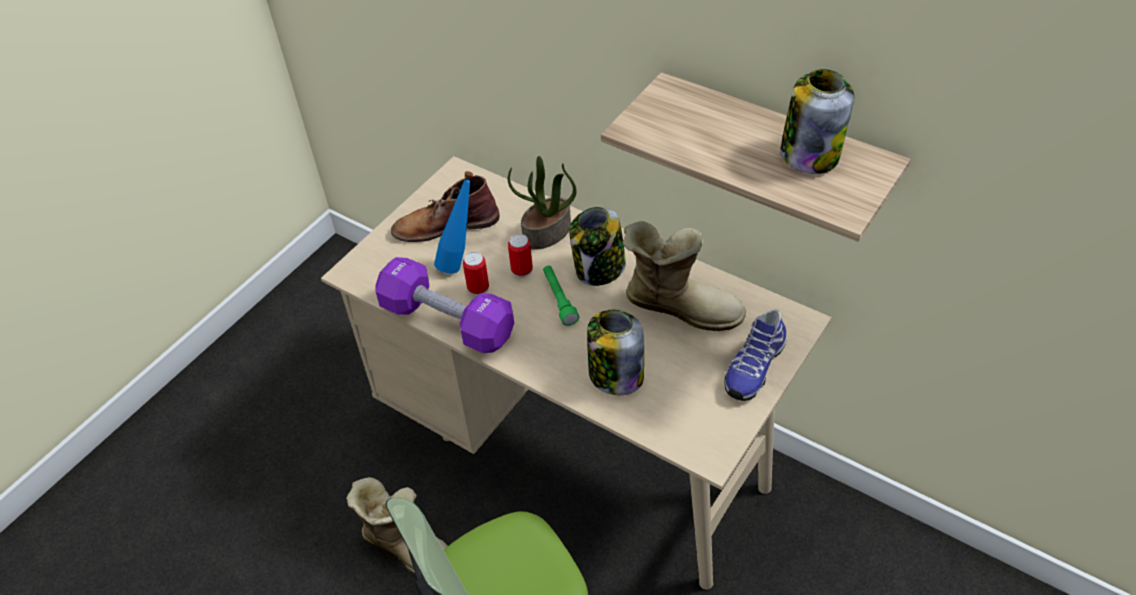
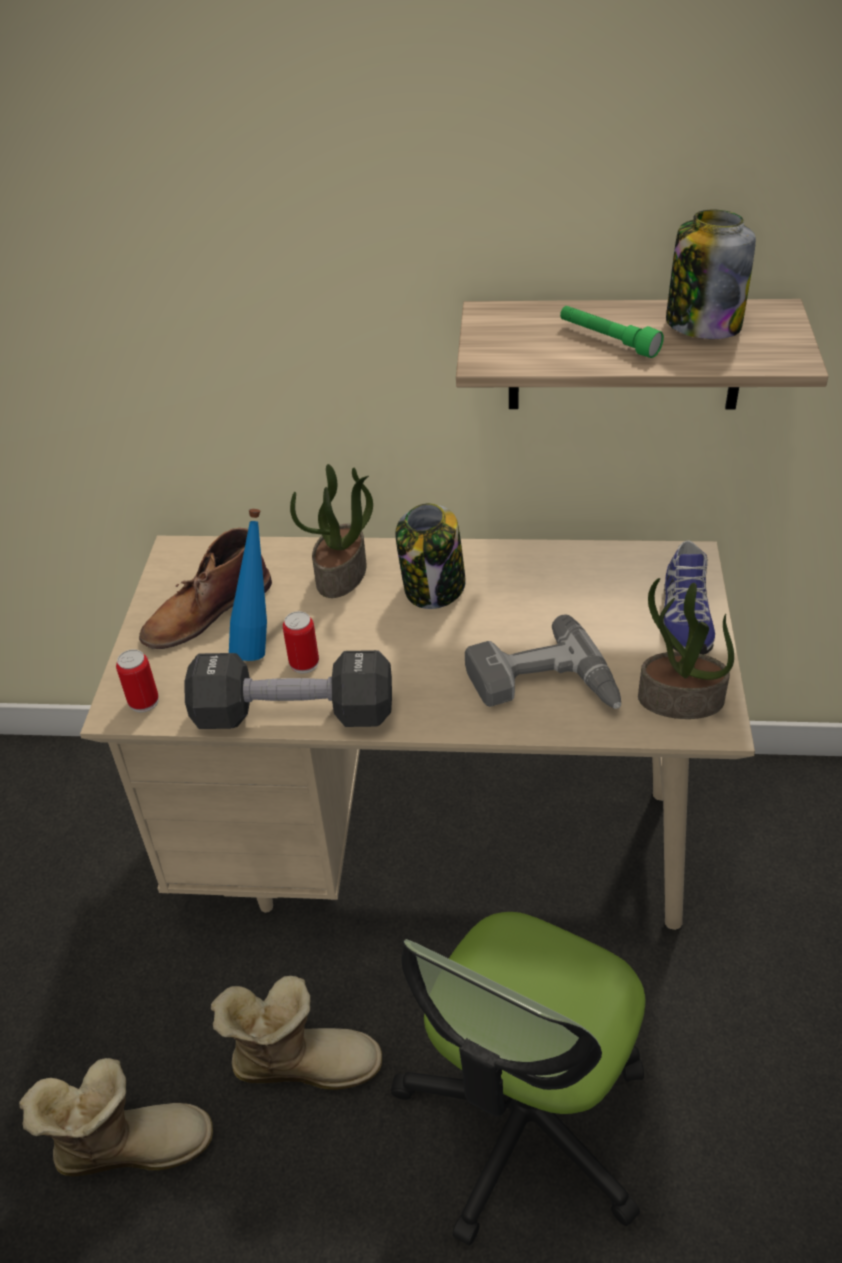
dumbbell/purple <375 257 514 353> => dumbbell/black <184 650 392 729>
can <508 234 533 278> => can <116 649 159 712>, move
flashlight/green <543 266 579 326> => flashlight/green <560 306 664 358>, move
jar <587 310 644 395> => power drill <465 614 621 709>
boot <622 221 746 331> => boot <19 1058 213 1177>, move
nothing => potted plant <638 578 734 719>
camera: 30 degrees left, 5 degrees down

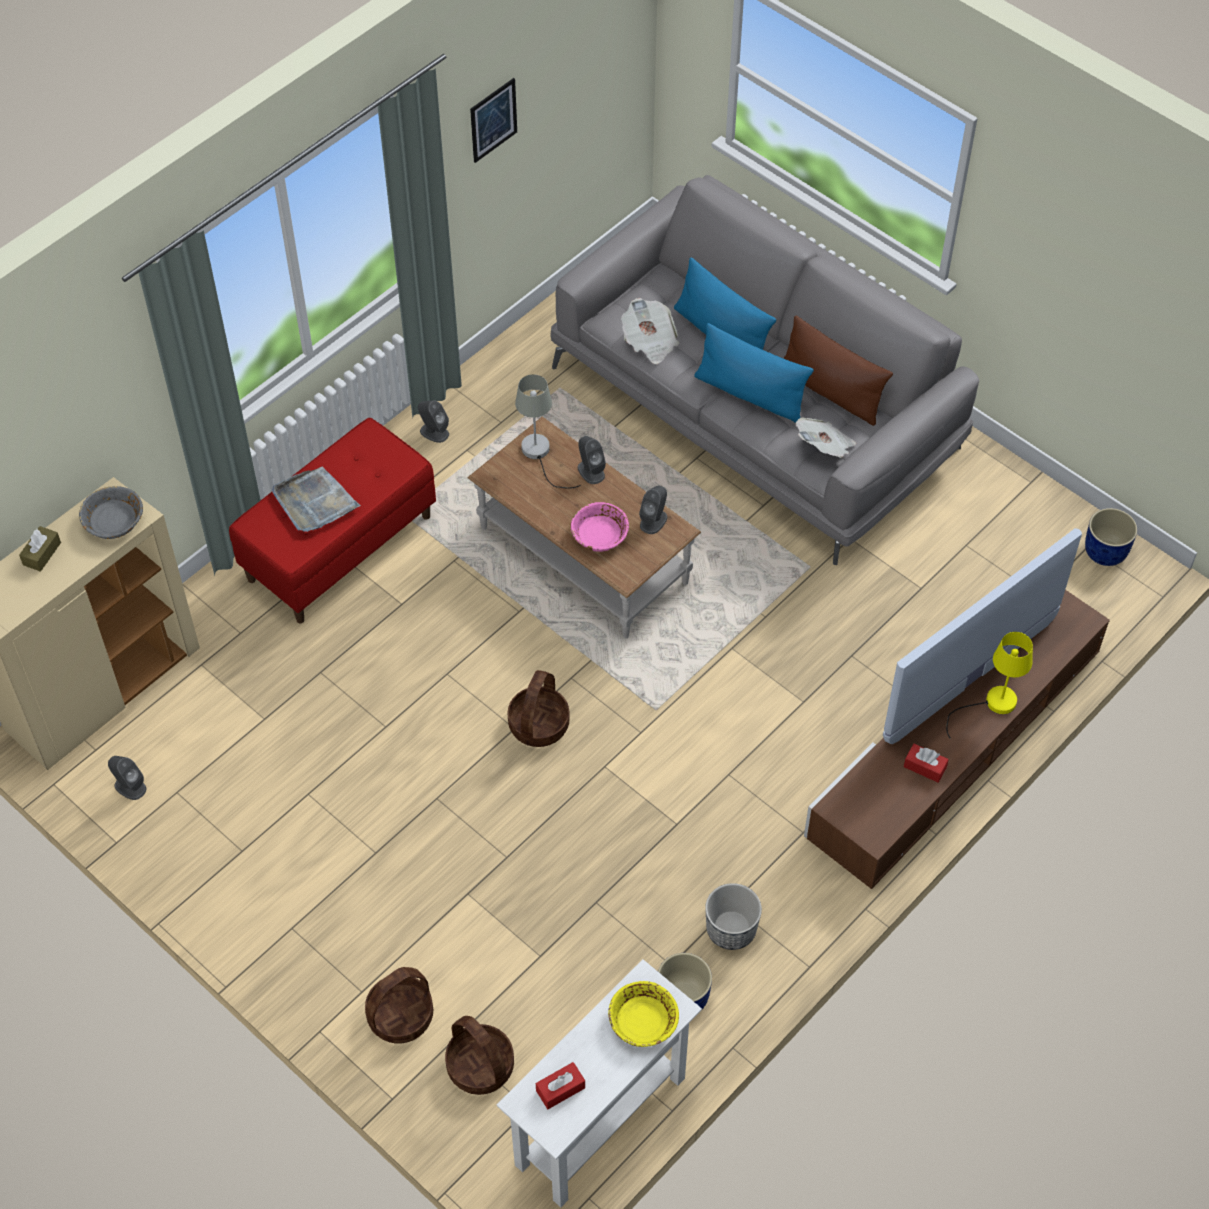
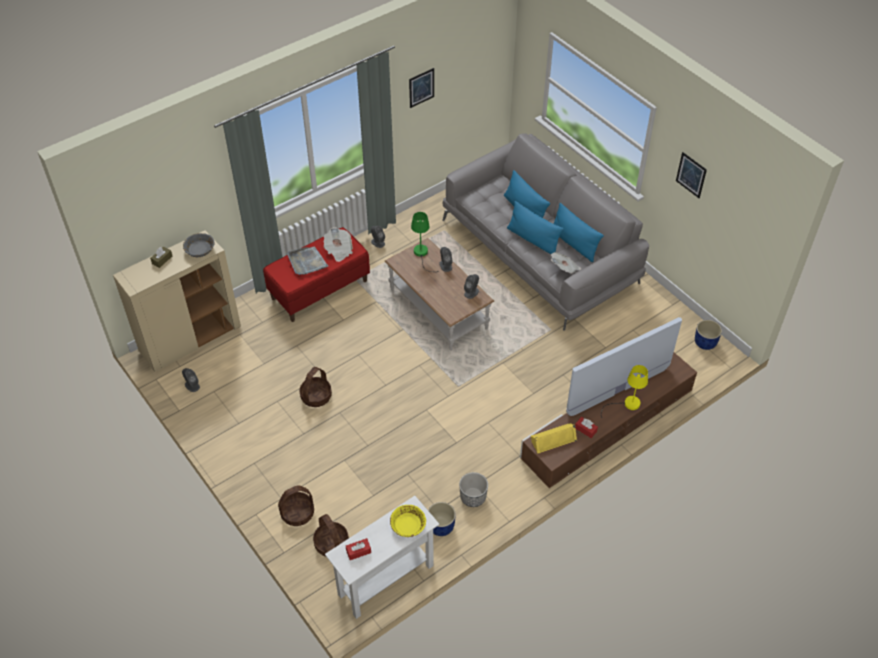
basket <508 670 570 747> => basket <299 367 332 407>, move
table lamp/grey <515 374 581 489> => table lamp/green <411 212 439 272>
bowl/pink <571 502 629 552> => nothing
newspaper <621 298 679 364> => newspaper <324 227 353 262>, move
pillow/brown <783 316 893 426> => pillow/blue <553 203 604 262>
nothing => speaker/yellow <531 423 577 453>
nothing => picture <676 152 707 198>
camera: 10 degrees right, 5 degrees down

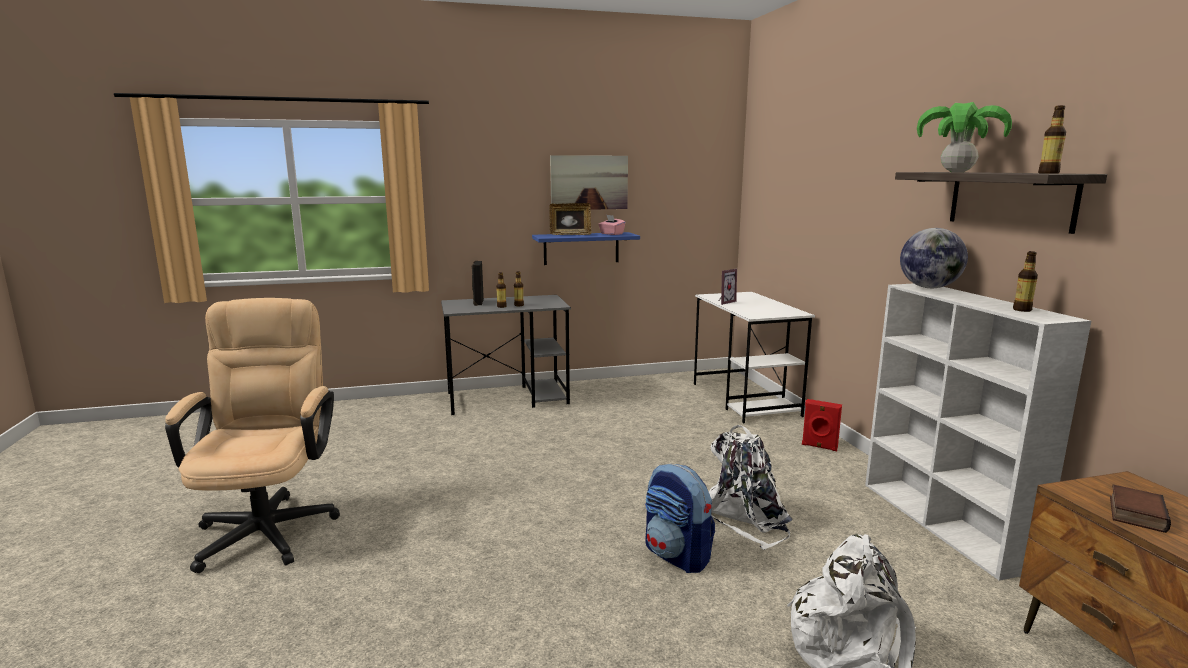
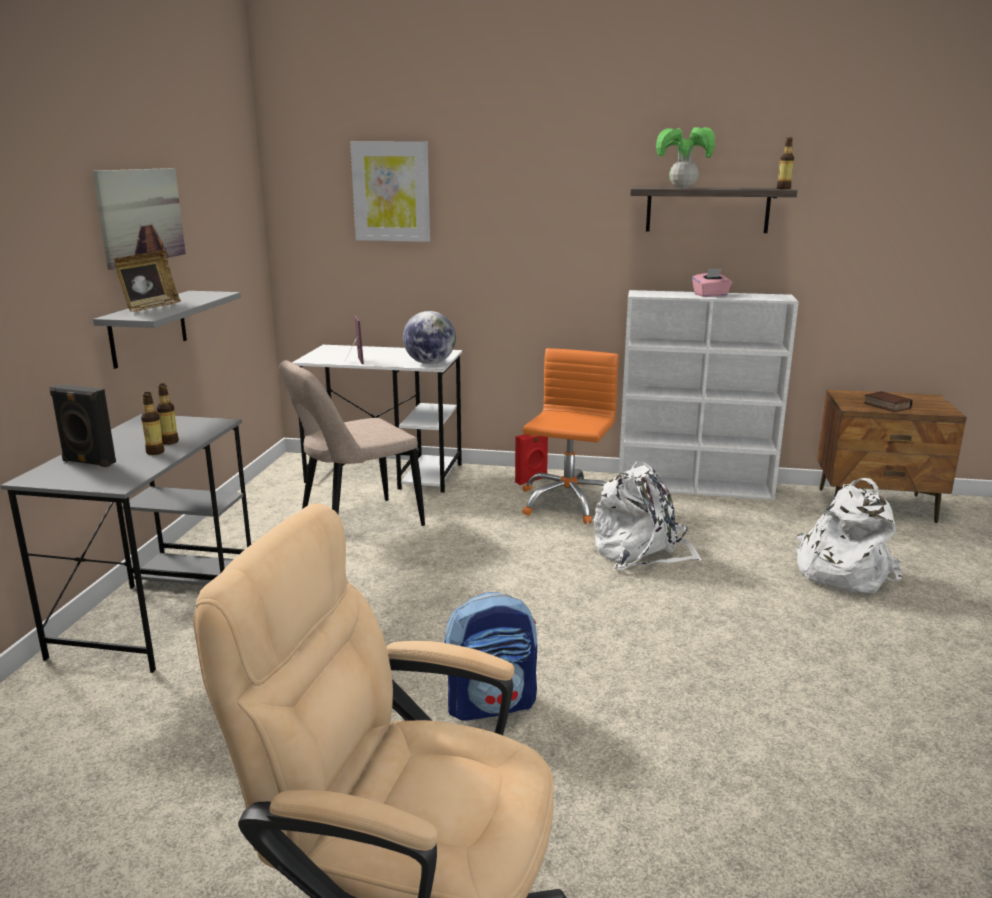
shelf/blue <532 232 640 265> => shelf/grey <93 291 241 369>
tissue box/pink <598 215 626 235> => tissue box/pink <692 268 732 297>, move
backpack <645 464 715 573> => backpack <444 592 537 721>, move
globe <900 228 968 288> => globe <403 311 456 364>, move
bottle <1013 251 1038 312> => nothing
nothing => chair/beige <279 360 425 526>
nothing => picture <350 141 430 242>
nothing => office chair/orange <522 348 619 524>
camera: 65 degrees left, 5 degrees up

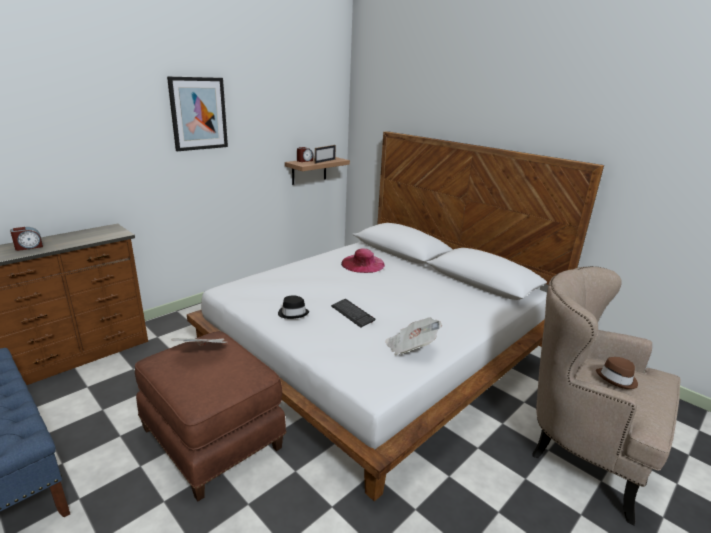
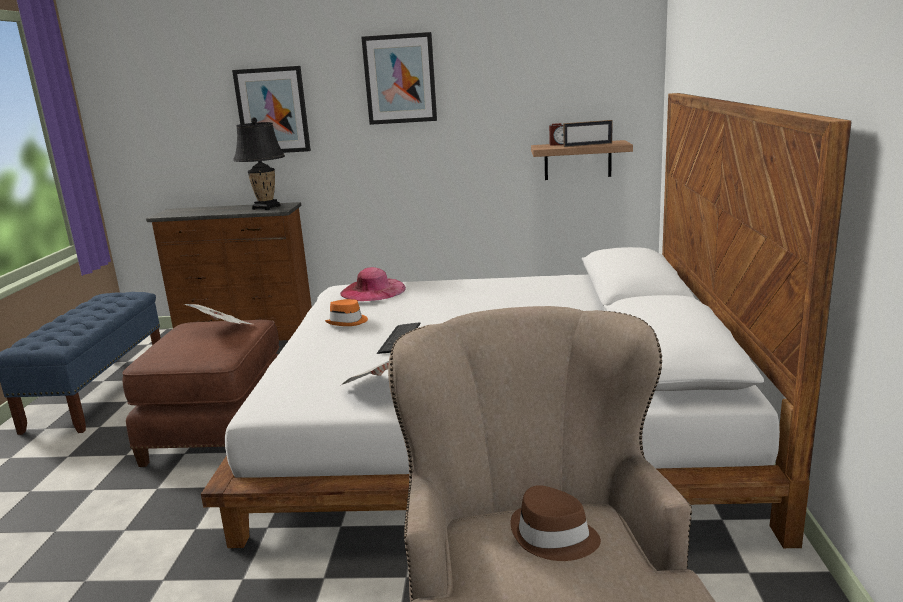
alarm clock <10 227 43 251> => nothing
hat/black <278 295 309 319> => hat/orange <325 299 368 326>
hat/pink <341 248 385 273> => hat/pink <340 267 406 301>, move
nothing => picture <232 66 311 153>
nothing => table lamp/black <233 117 285 210>
camera: 50 degrees right, 5 degrees down

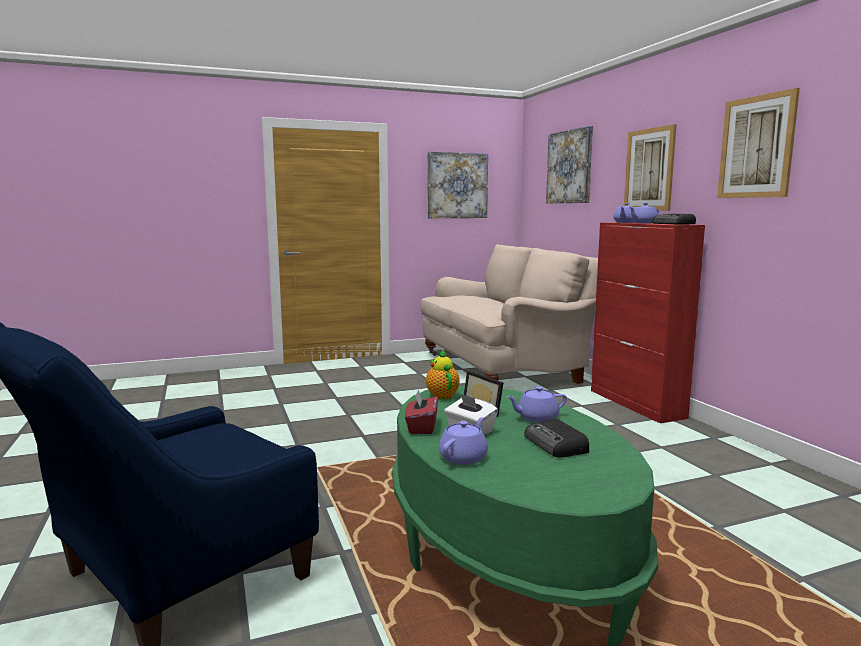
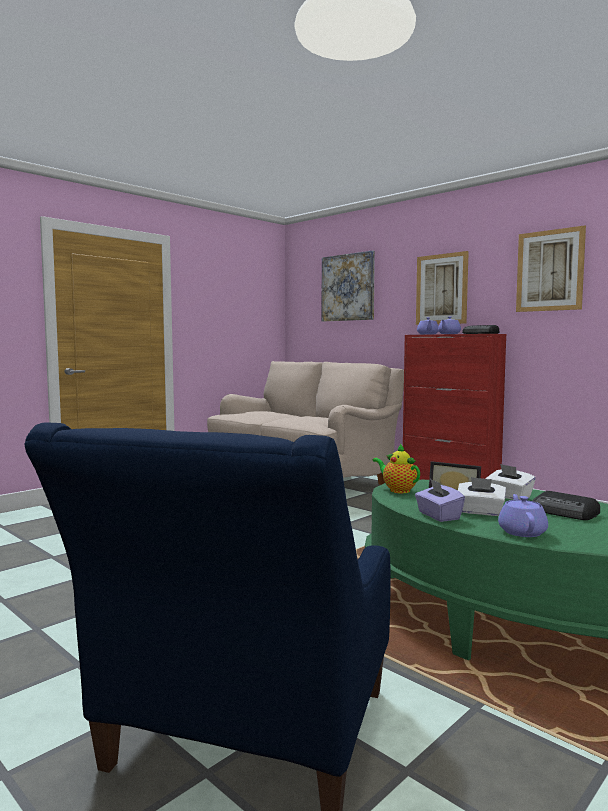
tissue box/red <405 389 438 434> => tissue box/purple <415 479 465 522>
picture <428 152 488 218> => nothing
teapot/purple <507 387 567 422> => tissue box/white <485 464 536 500>
camera: 25 degrees left, 5 degrees down

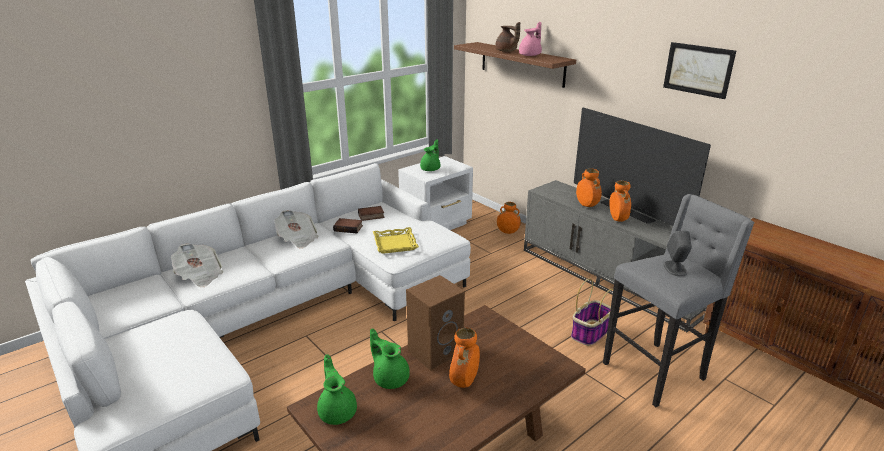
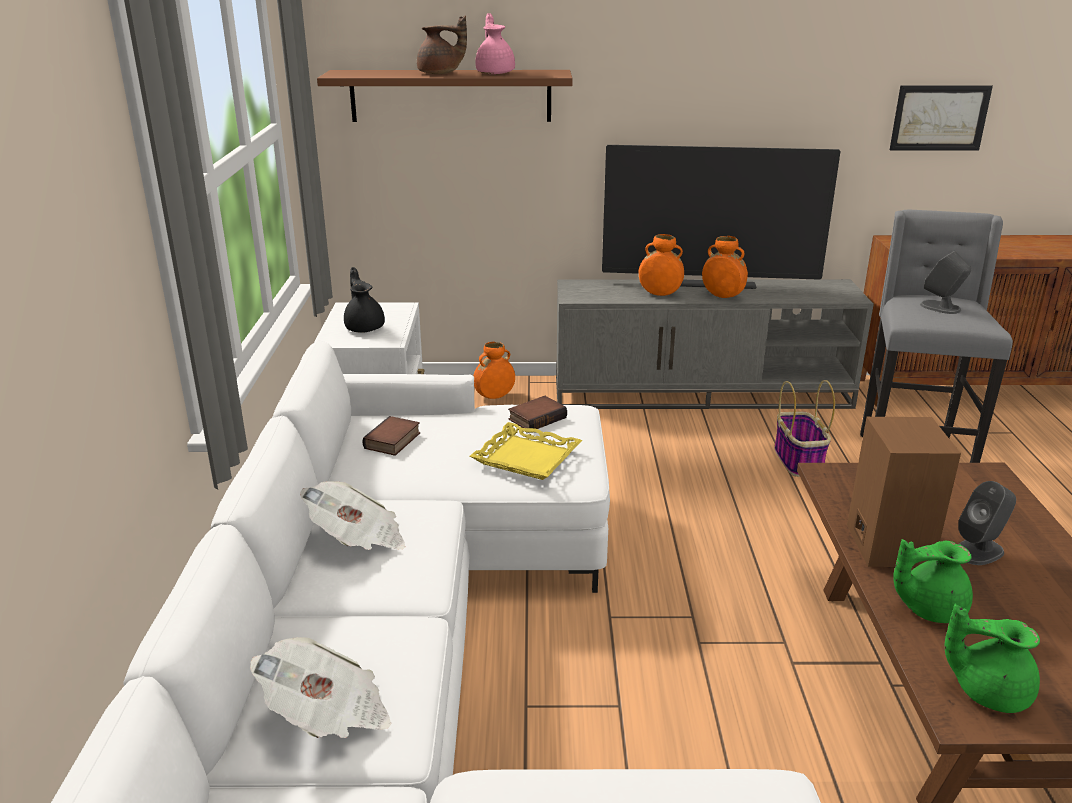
book <333 218 363 233> => book <508 396 567 429>, move
teapot/green <420 139 440 171> => teapot/black <344 267 385 332>
vase/orange <449 328 480 388> => speaker/grey <958 481 1016 565>
picture <663 42 736 99> => picture <890 85 993 151>, move
camera: 50 degrees left, 0 degrees up

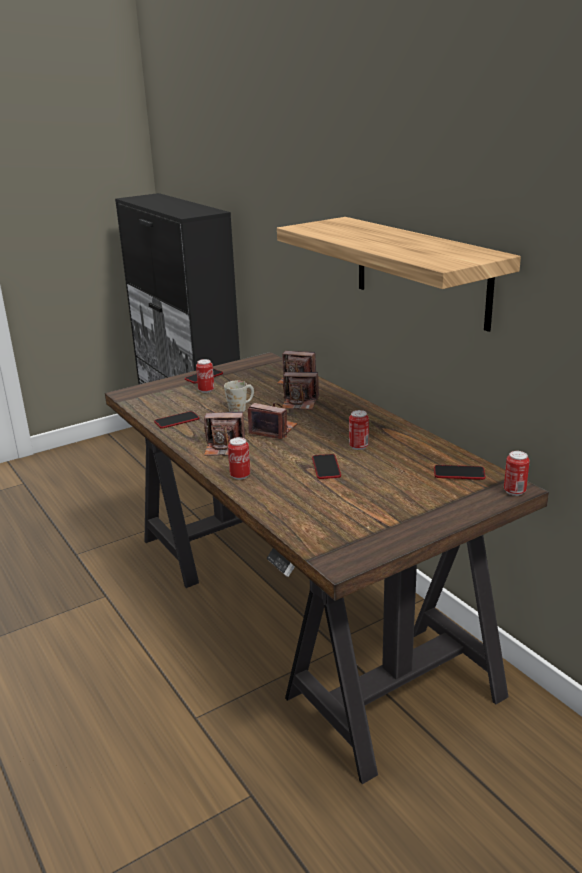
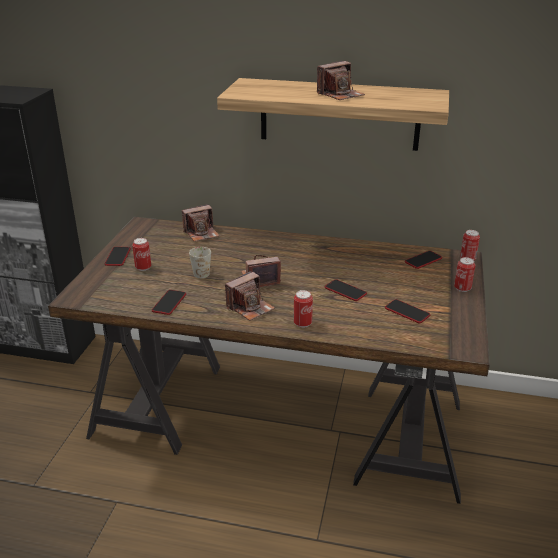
photo camera <281 372 319 410> => photo camera <317 61 365 100>, move
can <349 410 369 450> => can <454 257 475 292>, move
nothing => phone <385 299 430 323>
camera: 45 degrees left, 5 degrees up

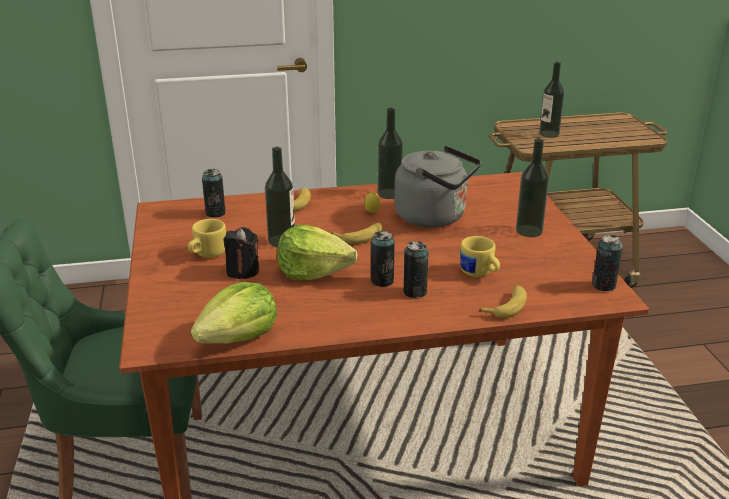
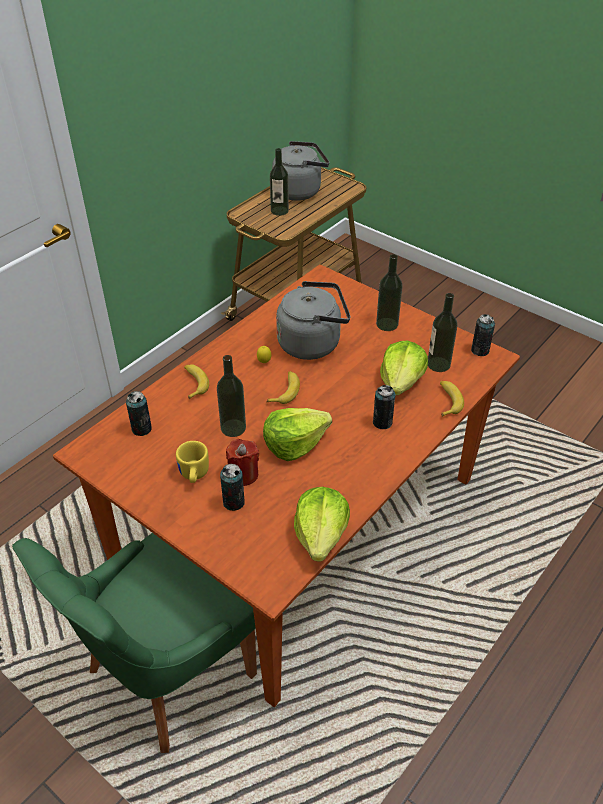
candle/black <223 227 259 279> => candle/red <226 439 259 486>
can <371 231 395 287> => can <220 464 245 511>, move
bottle <378 108 403 199> => bottle <428 293 458 372>, move
mug/yellow <460 236 500 277> => lettuce <380 340 428 395>
nothing => kettle/grey <272 141 329 201>
camera: 40 degrees left, 15 degrees up

